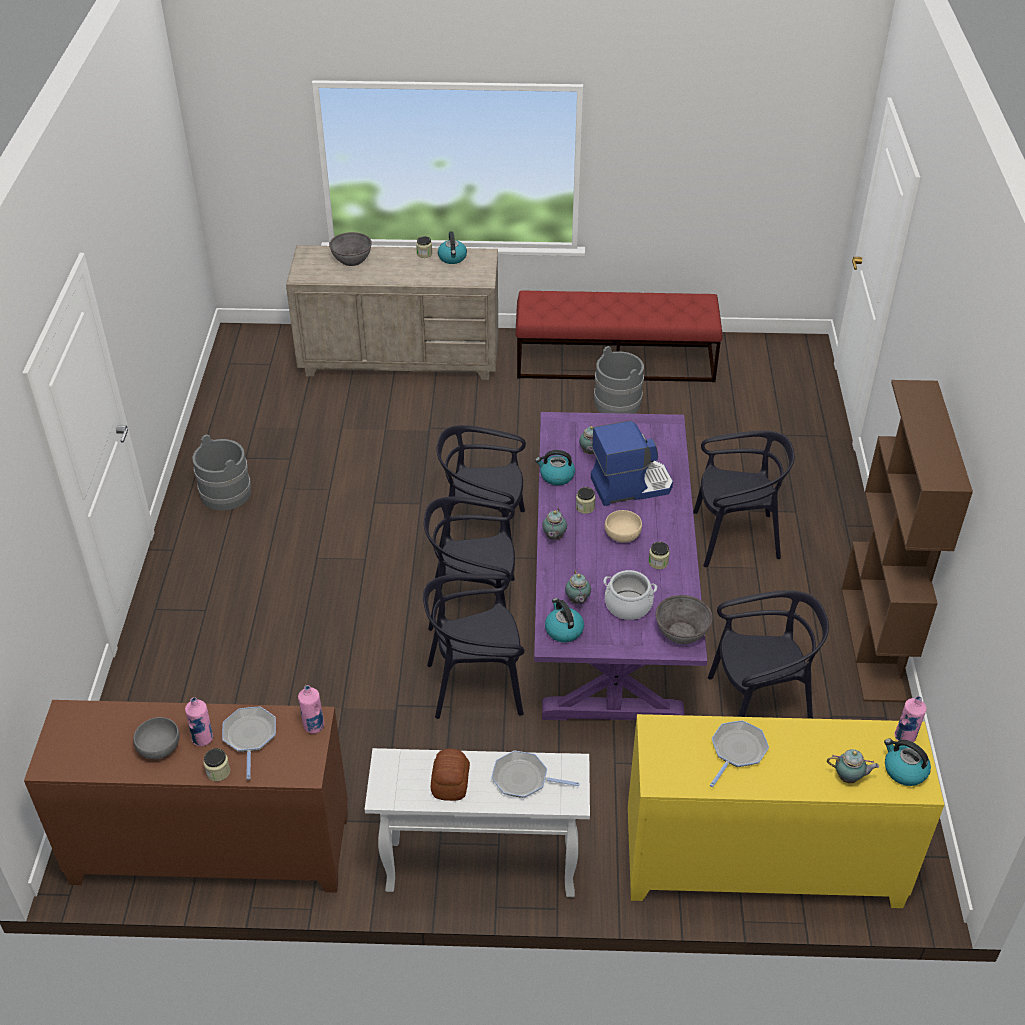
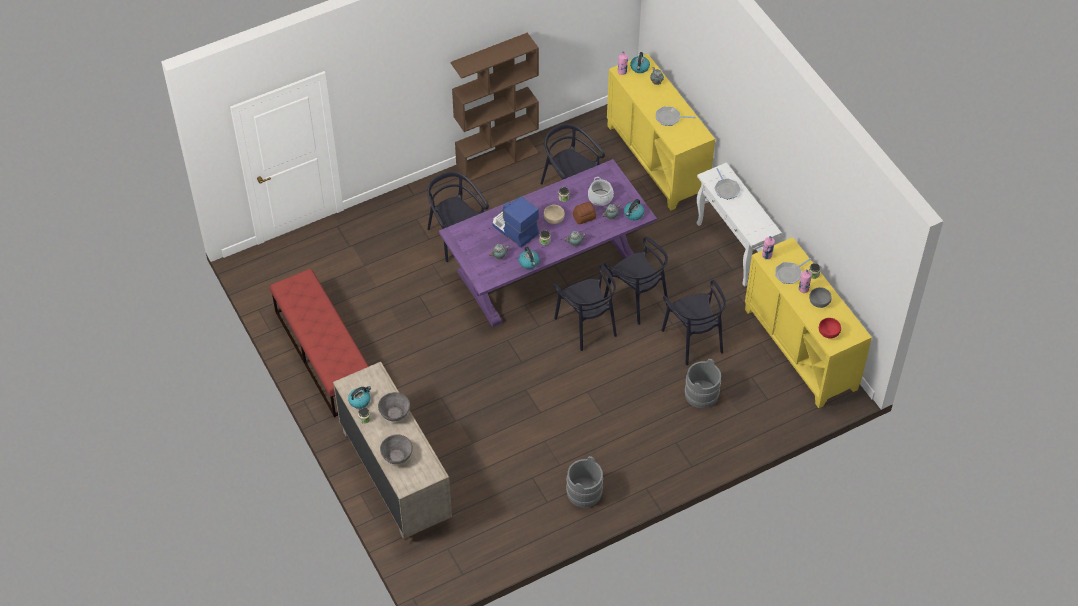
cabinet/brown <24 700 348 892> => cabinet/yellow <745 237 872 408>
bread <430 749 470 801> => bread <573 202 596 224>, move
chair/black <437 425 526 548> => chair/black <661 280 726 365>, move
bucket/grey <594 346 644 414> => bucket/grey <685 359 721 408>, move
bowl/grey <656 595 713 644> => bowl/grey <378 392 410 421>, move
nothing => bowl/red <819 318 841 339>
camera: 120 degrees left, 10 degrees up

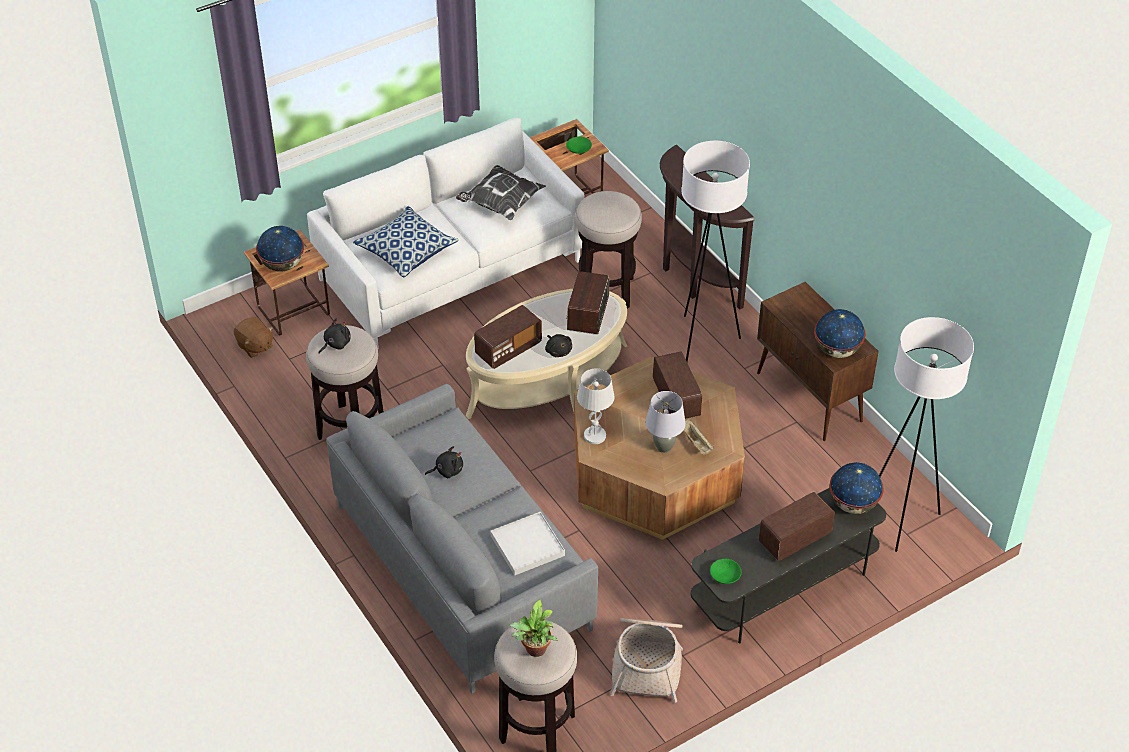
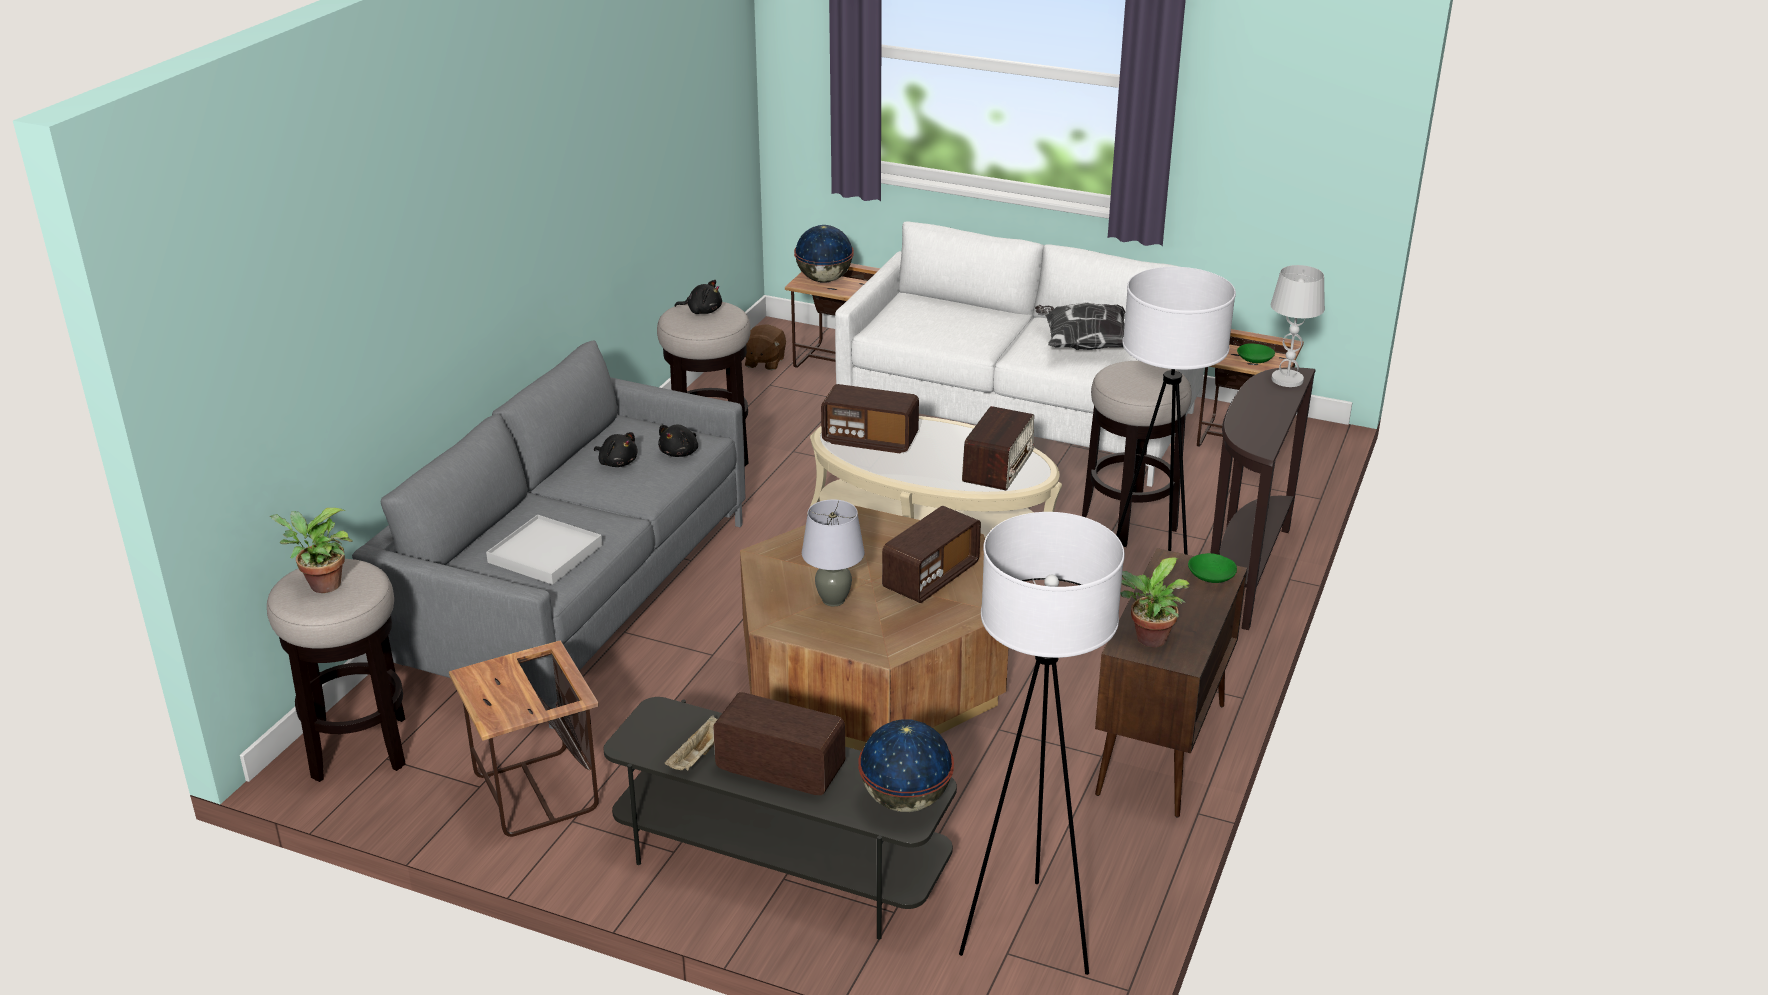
pillow <353 206 459 278> => nothing
plush toy/black <545 334 572 357> => plush toy/black <658 425 698 457>, move
radio <566 271 609 334> => radio <962 406 1034 490>, 135 degrees clockwise
table lamp/white <577 369 615 444> => table lamp/white <1271 265 1325 387>, move
basket <610 618 683 703> => side table <449 640 599 837>
tray/beige <684 420 714 455> => tray/beige <665 716 718 770>, move
bowl/green <710 559 742 584> => bowl/green <1188 553 1237 583>, move
globe <814 309 866 358> => potted plant <1120 557 1190 647>
camera: 55 degrees right, 15 degrees down

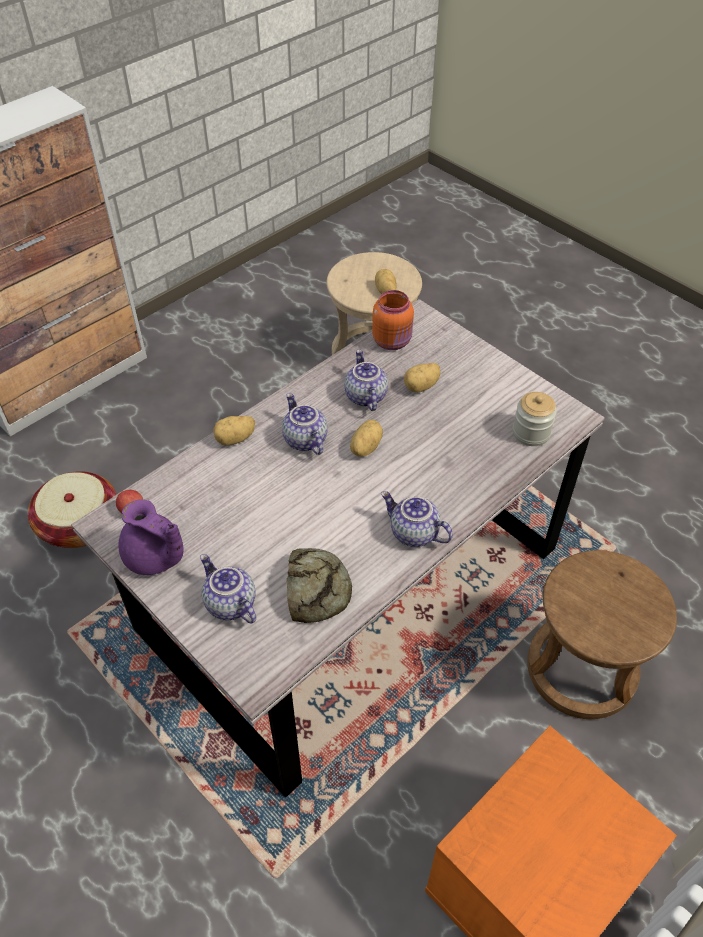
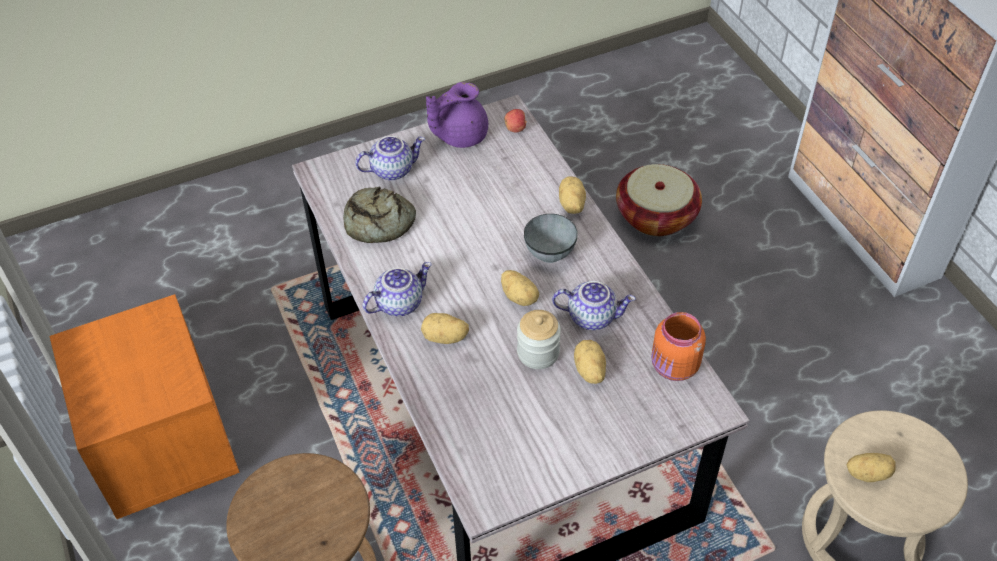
teapot <282 393 328 455> => bowl/grey <524 214 577 263>
jar <513 392 557 446> => jar <517 310 561 369>, move
nothing => potato <421 313 469 344>
camera: 110 degrees right, 0 degrees up

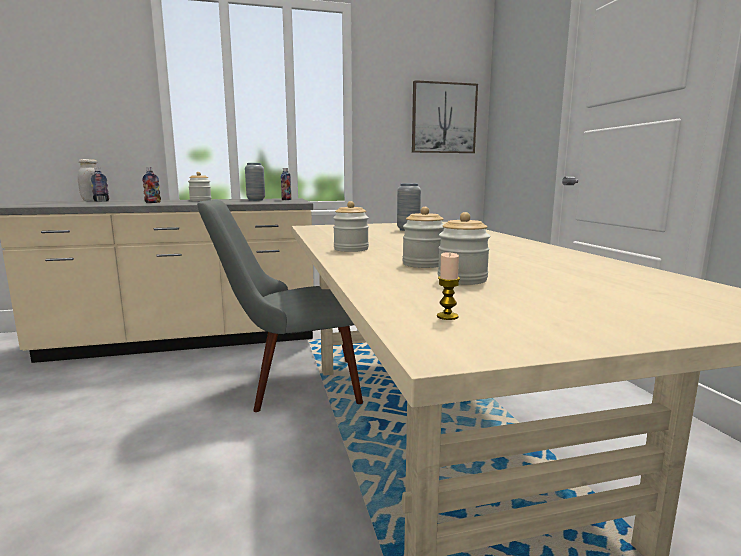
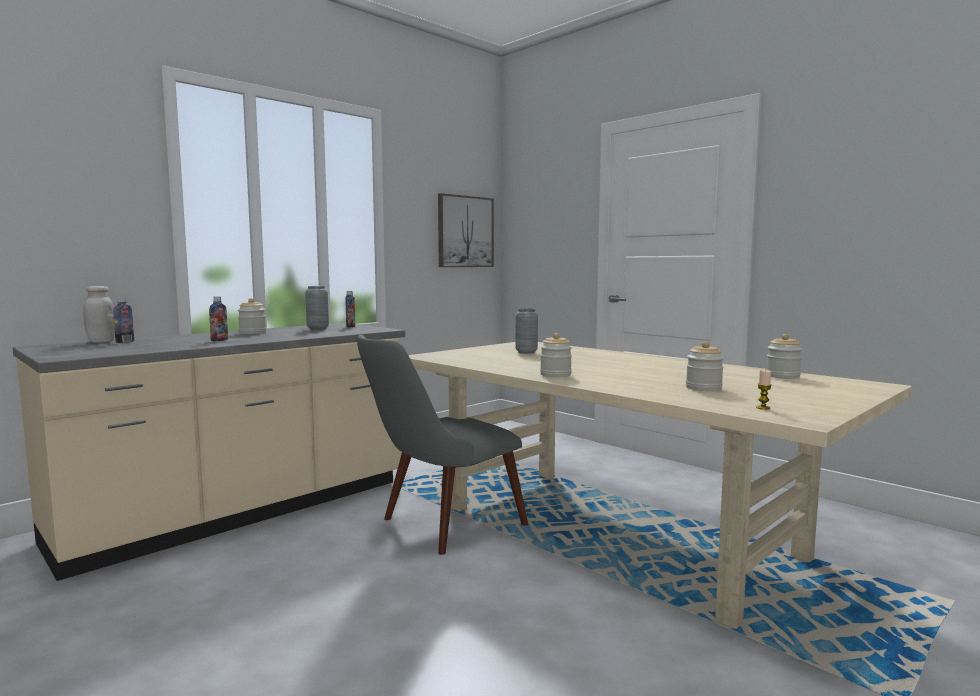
jar <403 207 444 268> => jar <766 334 802 379>, move
camera: 30 degrees left, 5 degrees down

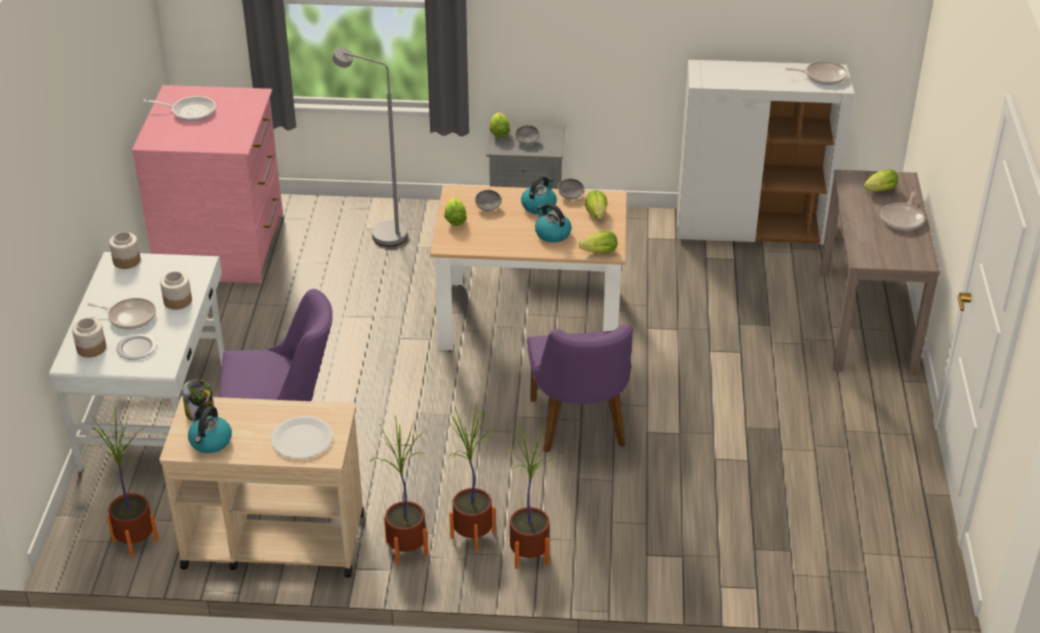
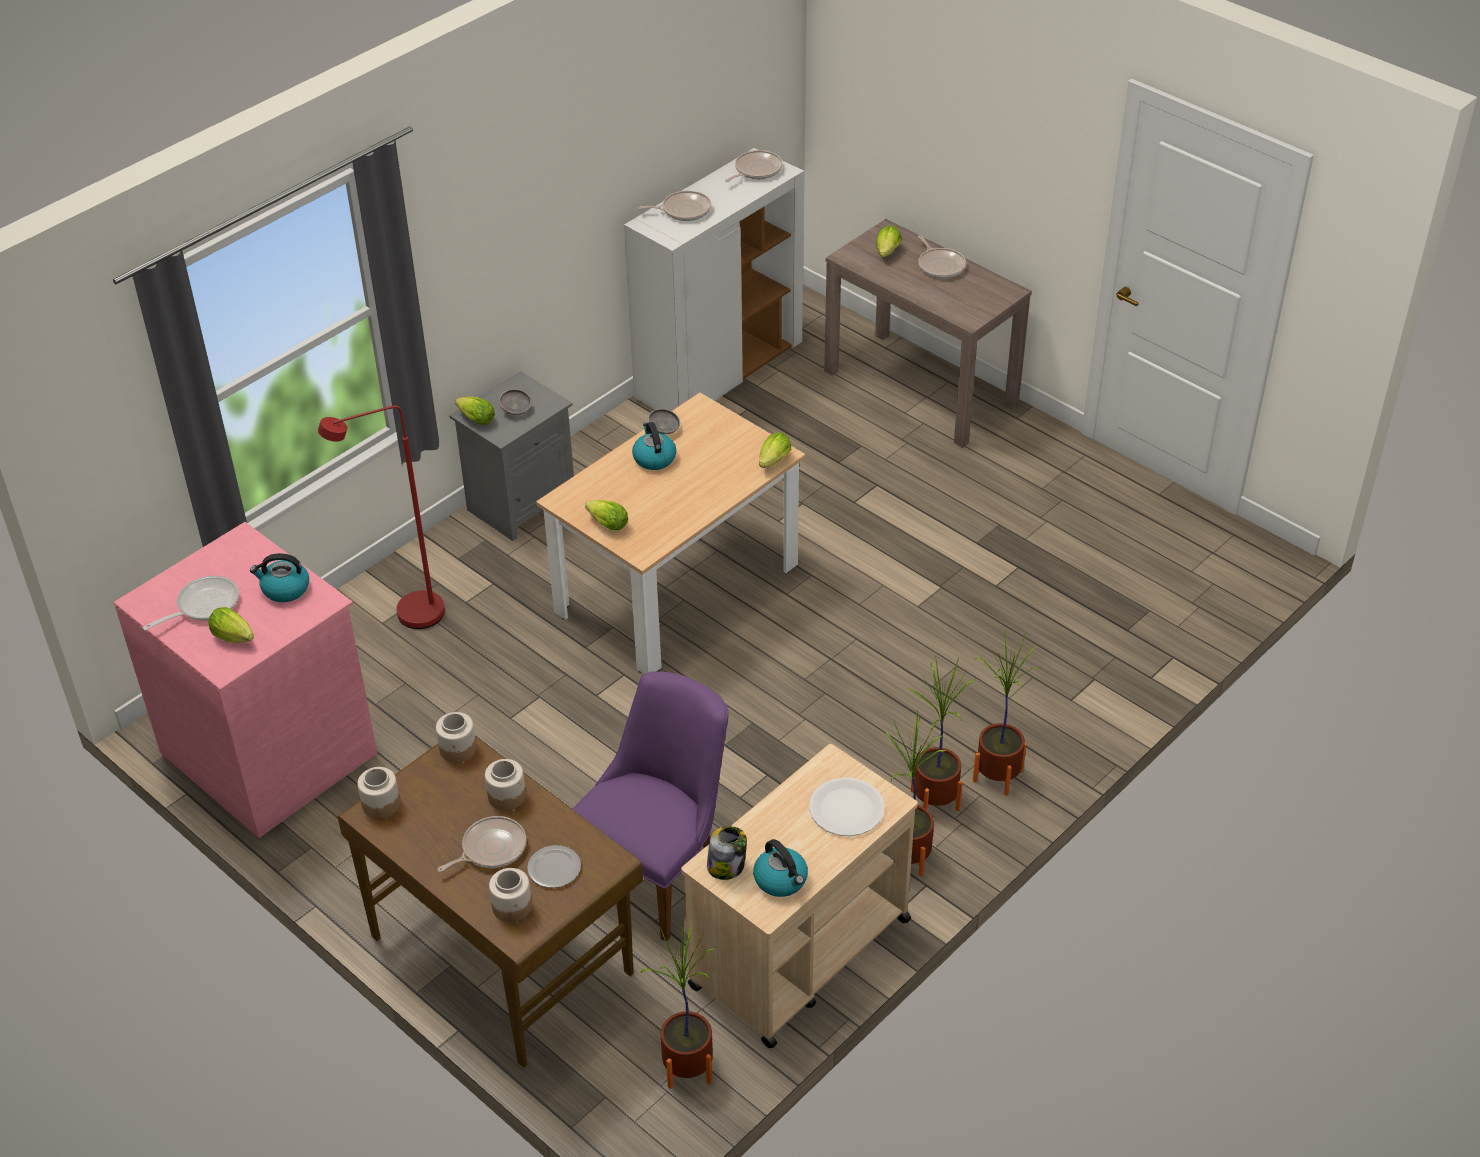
desk/white <49 252 224 472> => desk/brown <338 736 643 1068>
floor lamp/grey <332 48 408 246> => floor lamp/red <318 406 445 629>
bowl/grey <475 190 502 211> => nothing
chair/purple <527 324 633 453> => nothing
kettle <535 203 572 243> => kettle <250 553 309 602>, move
lettuce <585 190 607 219> => lettuce <208 607 254 643>, move
nothing => jar <436 712 476 763>
nothing => frying pan <638 190 711 221>
camera: 50 degrees left, 5 degrees up

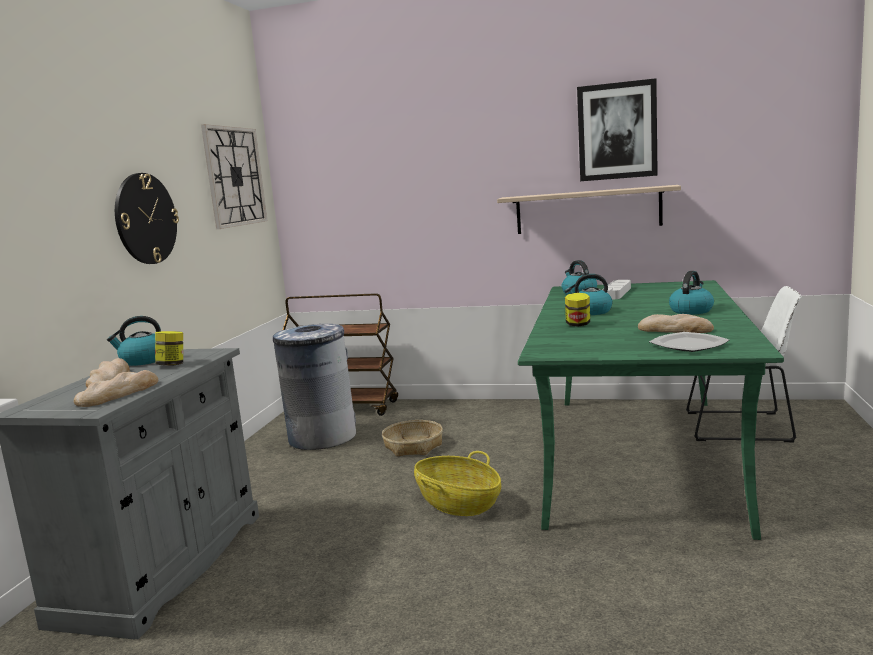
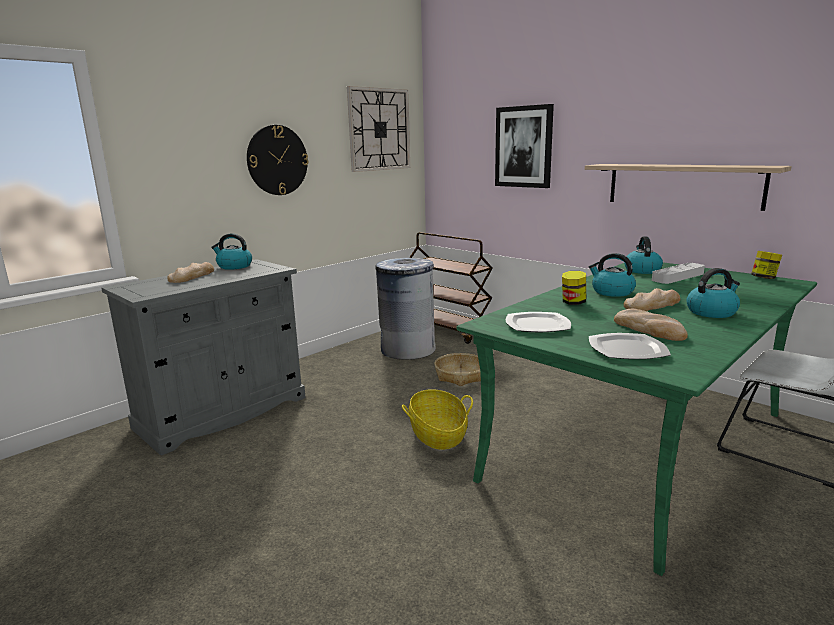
bread <74 370 159 407> => bread <624 288 680 311>, move
jar <155 331 183 366> => jar <751 251 782 279>, move
picture <577 78 658 181> => picture <495 104 554 188>, move
nothing => plate <506 312 571 332>
camera: 30 degrees right, 5 degrees up

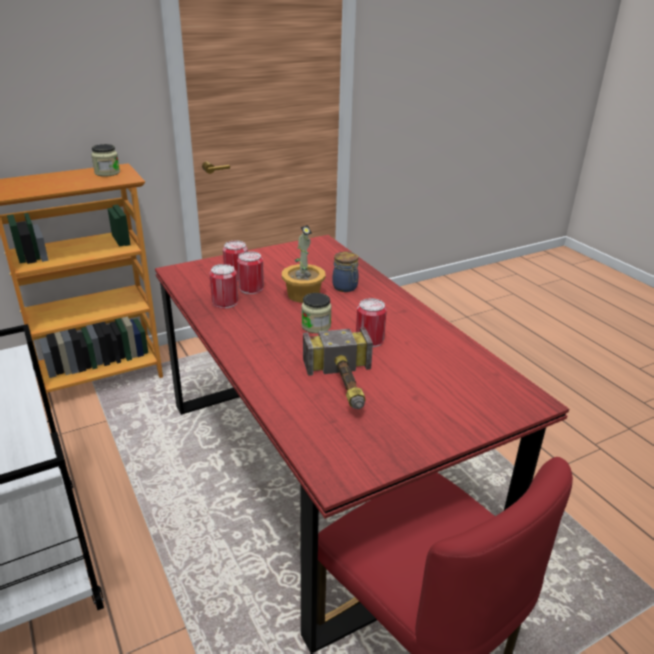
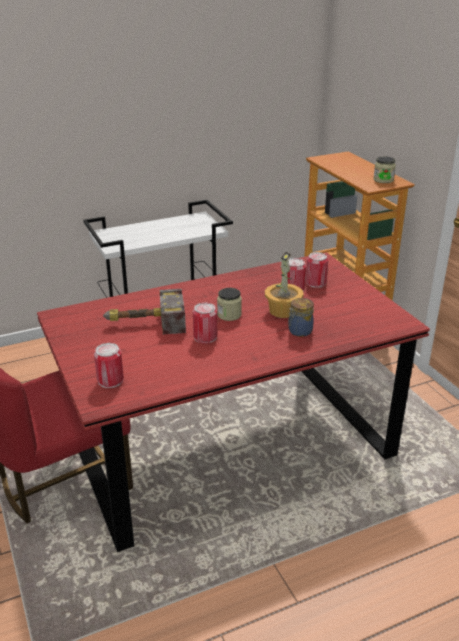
can <209 264 238 309> => can <94 343 124 388>, move
camera: 95 degrees right, 0 degrees up

